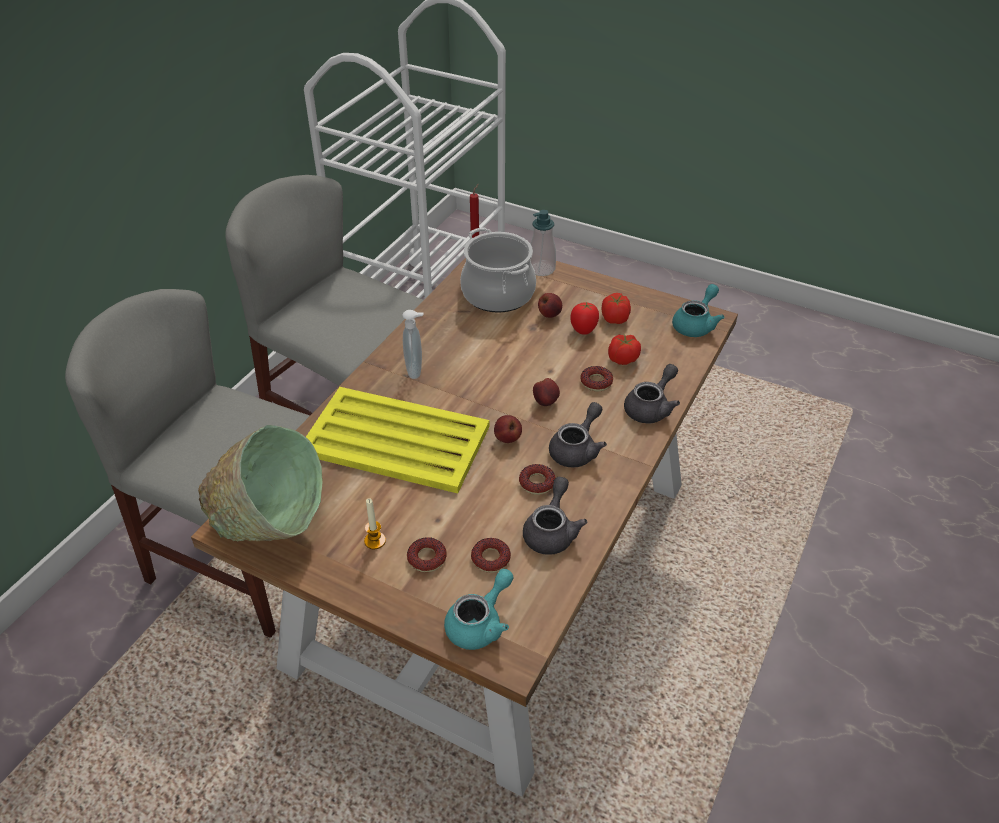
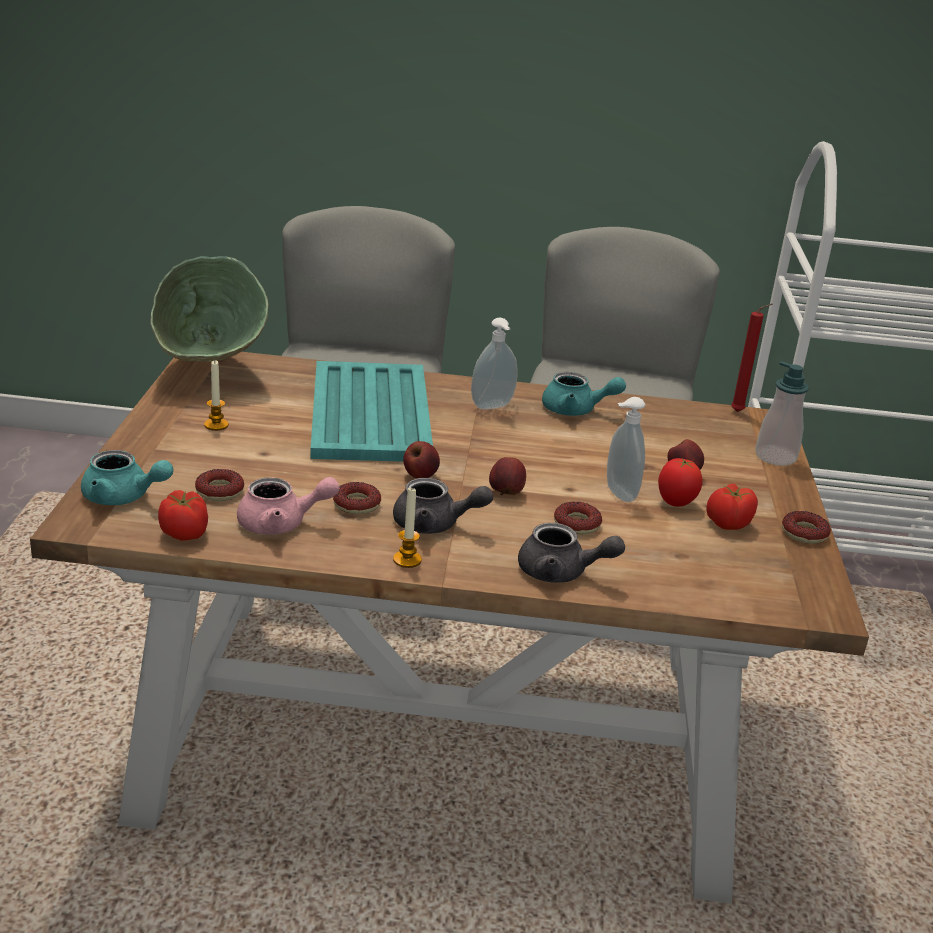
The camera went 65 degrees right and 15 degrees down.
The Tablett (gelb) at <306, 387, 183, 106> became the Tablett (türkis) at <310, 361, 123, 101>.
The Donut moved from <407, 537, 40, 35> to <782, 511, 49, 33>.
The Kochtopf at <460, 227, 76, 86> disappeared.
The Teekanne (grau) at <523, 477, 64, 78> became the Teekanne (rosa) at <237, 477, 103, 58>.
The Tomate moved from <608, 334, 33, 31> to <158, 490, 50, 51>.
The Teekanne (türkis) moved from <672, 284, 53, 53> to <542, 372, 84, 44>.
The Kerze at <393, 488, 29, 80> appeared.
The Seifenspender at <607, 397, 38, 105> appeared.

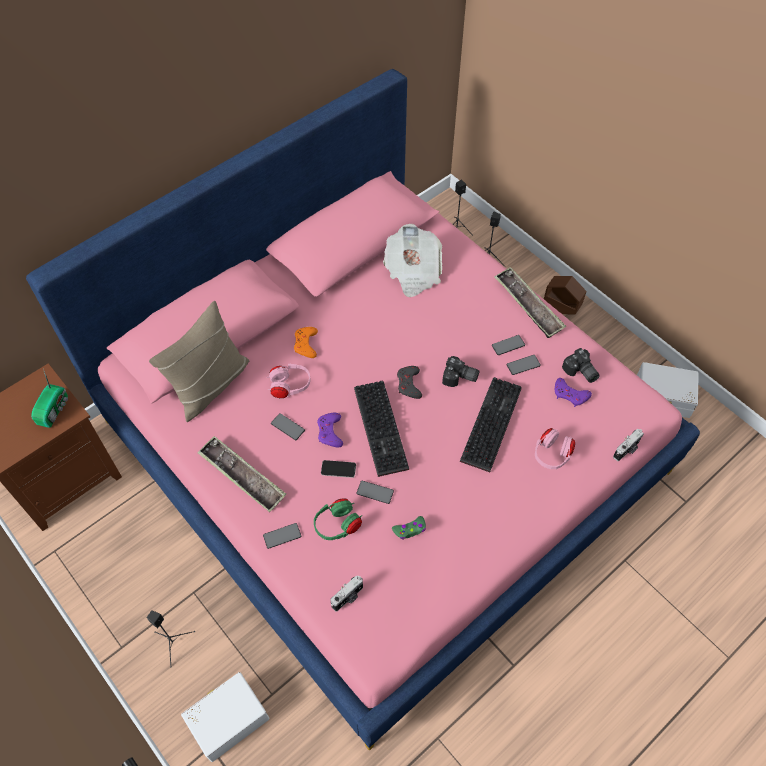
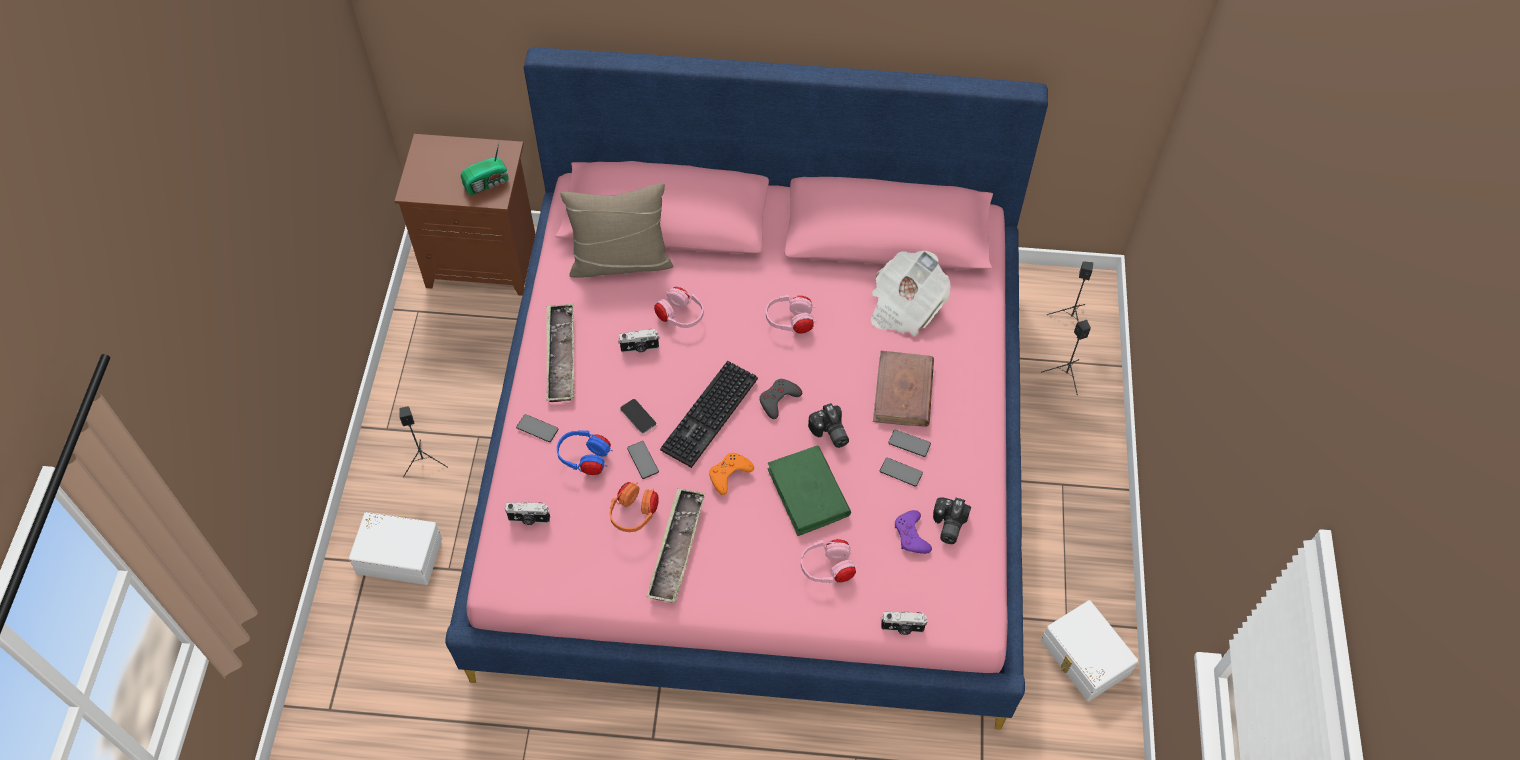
The camera went 45 degrees right and 0 degrees up.
The Handy at <271, 413, 34, 27> was replaced by the Kamera at <618, 329, 42, 23>.
The Gamepad (orange) moved from <294, 327, 24, 31> to <709, 453, 45, 42>.
The Kopfhörer (grün) at <314, 498, 48, 42> became the Kopfhörer (blau) at <557, 430, 56, 45>.
The Gamepad (lila) at <317, 413, 26, 34> disappeared.
The Gamepad (grün) at <392, 516, 34, 24> was replaced by the Kopfhörer (orange) at <609, 482, 50, 50>.
The Tastatur at <460, 377, 62, 95> was replaced by the Buch (grün) at <768, 445, 83, 91>.
The Tablett moved from <494, 267, 72, 71> to <646, 488, 60, 115>.
The Pflanzkübel (braun) at <544, 276, 42, 39> disappeared.
The Kopfhörer (rosa) at <766, 295, 51, 39> appeared.
The Buch (braun) at <873, 351, 61, 76> appeared.

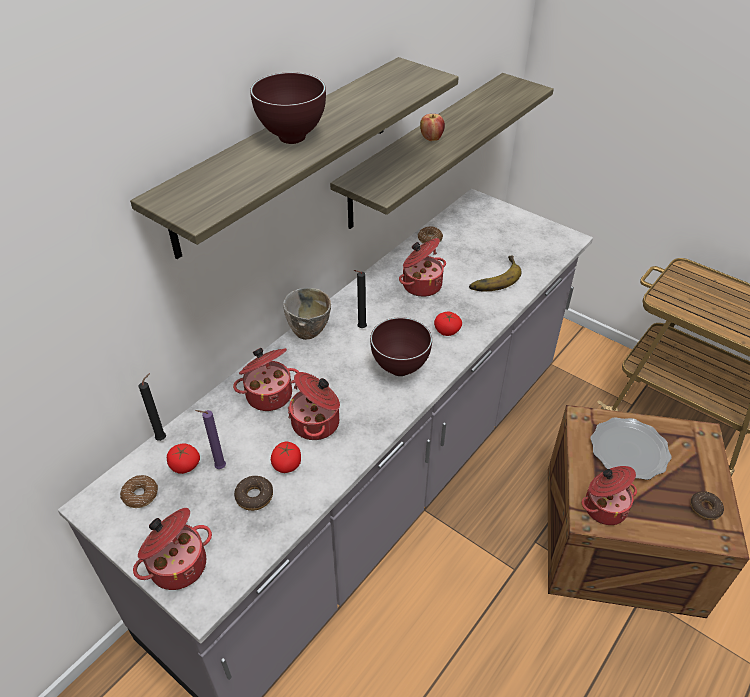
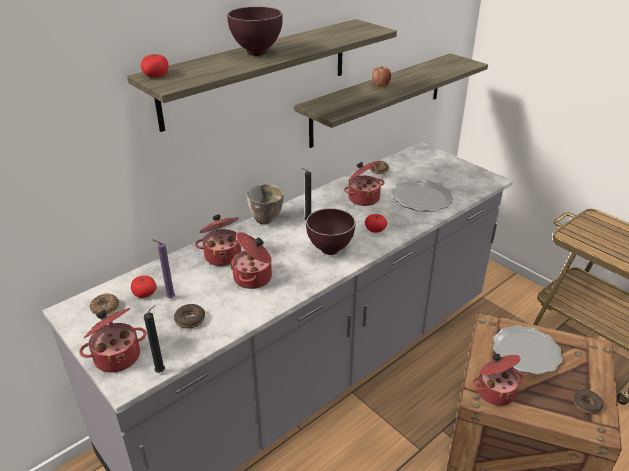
The camera went 10 degrees right and 10 degrees down.
The Kerze (schwarz) moved from <138, 373, 28, 68> to <144, 305, 21, 68>.
The Tomate moved from <271, 442, 30, 31> to <141, 54, 28, 23>.
The Banane at <469, 256, 53, 36> was replaced by the Teller at <392, 180, 62, 32>.

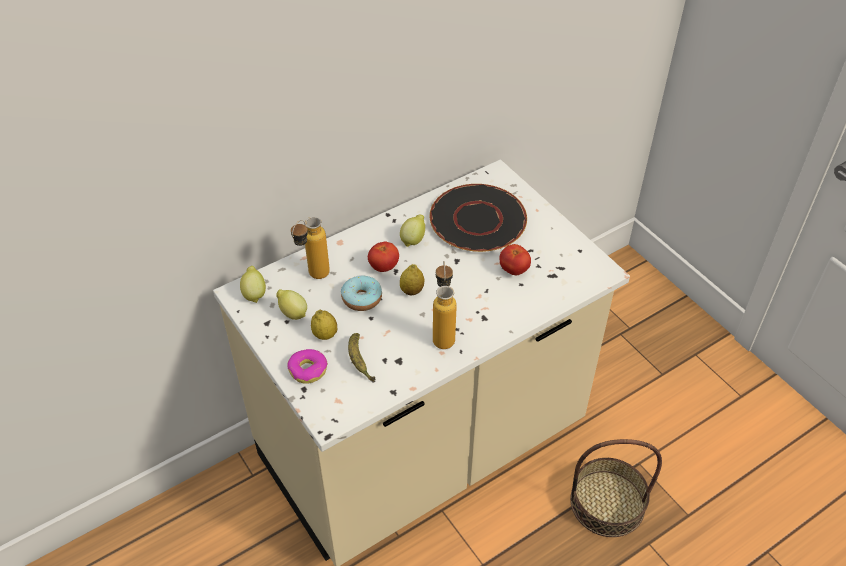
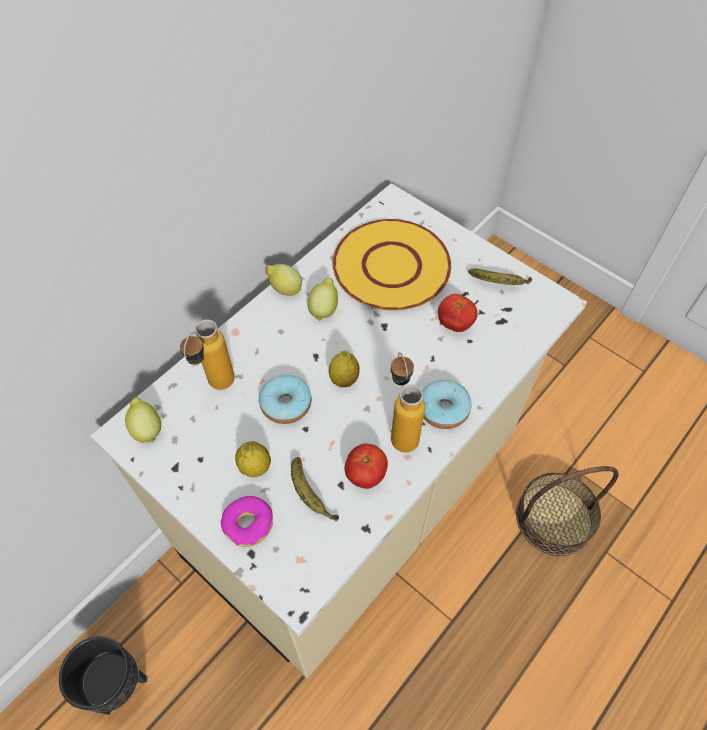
The camera went 15 degrees left and 10 degrees up.
The Zitrone moved from <276, 289, 31, 31> to <265, 264, 37, 32>.
The Tomate moved from <368, 242, 31, 30> to <344, 443, 44, 46>.
The Teller (schwarz) at <430, 184, 97, 68> became the Teller (gelb) at <333, 219, 118, 92>.
The Pflanzkübel (schwarz) at <59, 636, 88, 79> appeared.
The Donut at <423, 380, 48, 49> appeared.
The Banane at <468, 269, 64, 16> appeared.

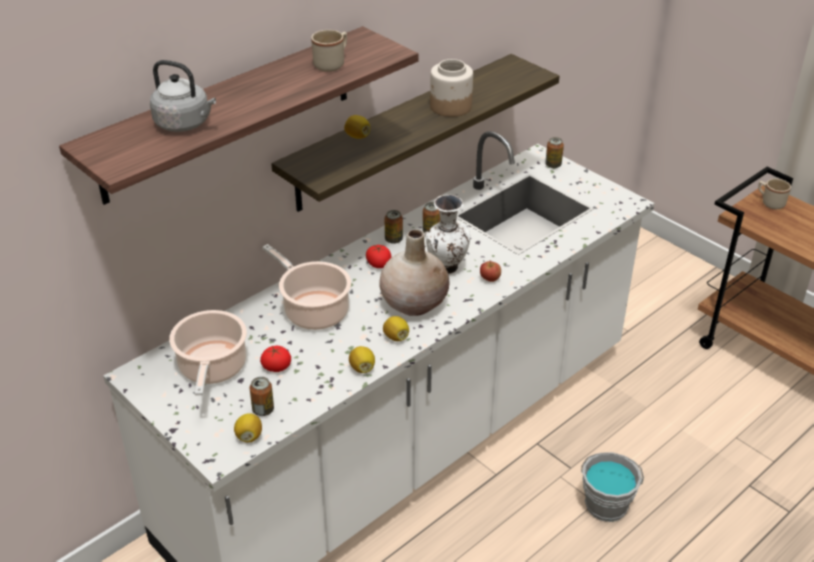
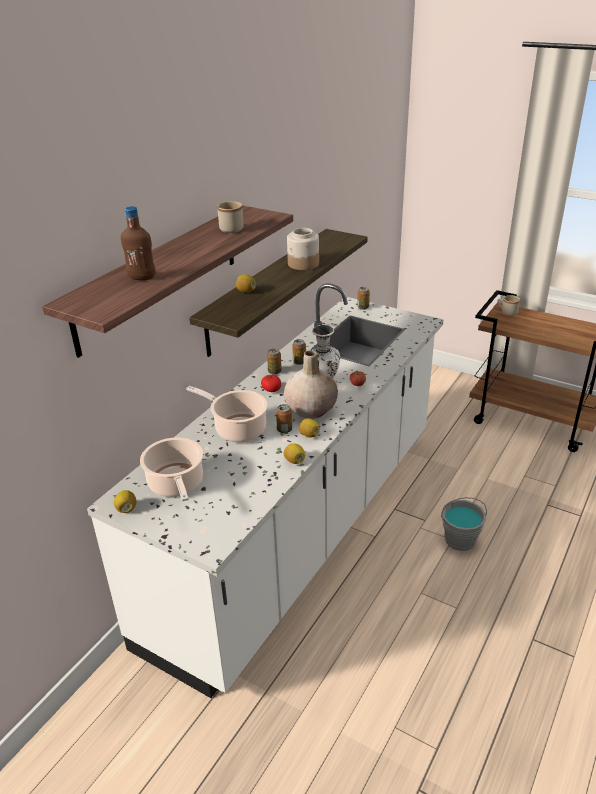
The camera went 15 degrees left and 5 degrees down.
The Wasserkessel (grau) at <150, 60, 66, 72> was replaced by the Flasche (braun) at <121, 206, 35, 74>.
The Zitrone moved from <234, 413, 28, 29> to <114, 490, 22, 23>.
The Dose moved from <250, 377, 24, 39> to <276, 404, 16, 29>.
The Tomate at <260, 346, 31, 26> disappeared.

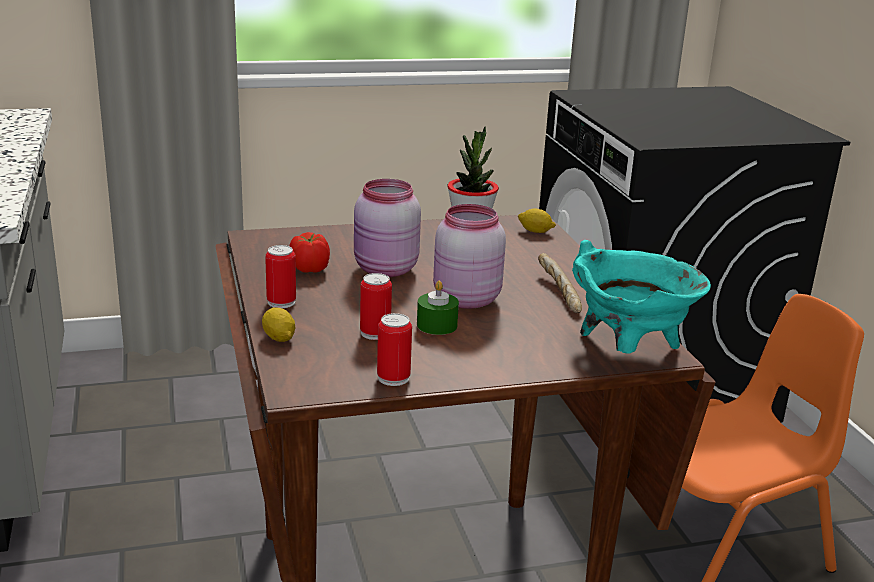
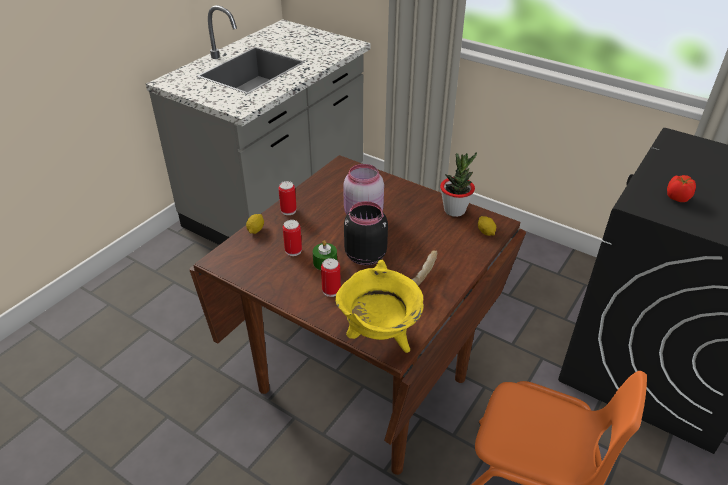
The camera went 50 degrees right and 15 degrees up.
The Tomate moved from <289, 232, 41, 41> to <667, 175, 29, 27>.
The Dose moved from <377, 313, 35, 73> to <321, 258, 20, 39>.
The Vorratsglas (rosa) at <433, 204, 73, 105> became the Vorratsglas (schwarz) at <344, 201, 44, 64>.
The Kochtopf (türkis) at <572, 240, 139, 114> became the Kochtopf (gelb) at <335, 260, 89, 93>.

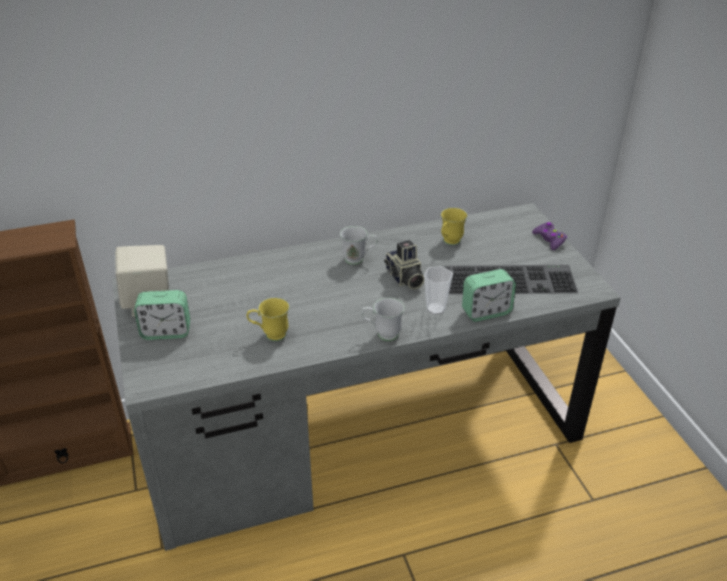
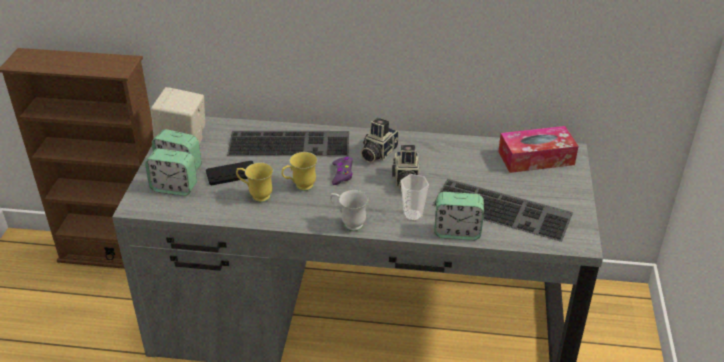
The camera went 25 degrees right and 0 degrees up.
The Henkelbecher (weiß) at <340, 226, 38, 39> was replaced by the Kamera at <361, 118, 38, 45>.
The Henkelbecher (gelb) moved from <441, 208, 27, 37> to <281, 152, 36, 39>.
The Gamepad (lila) moved from <532, 222, 35, 28> to <332, 157, 21, 28>.
The Wecker at <145, 149, 52, 47> appeared.
The Gamepad (schwarz) at <206, 161, 48, 25> appeared.
The Tastatur at <227, 131, 122, 25> appeared.
The Taschentuchbox at <498, 126, 81, 47> appeared.

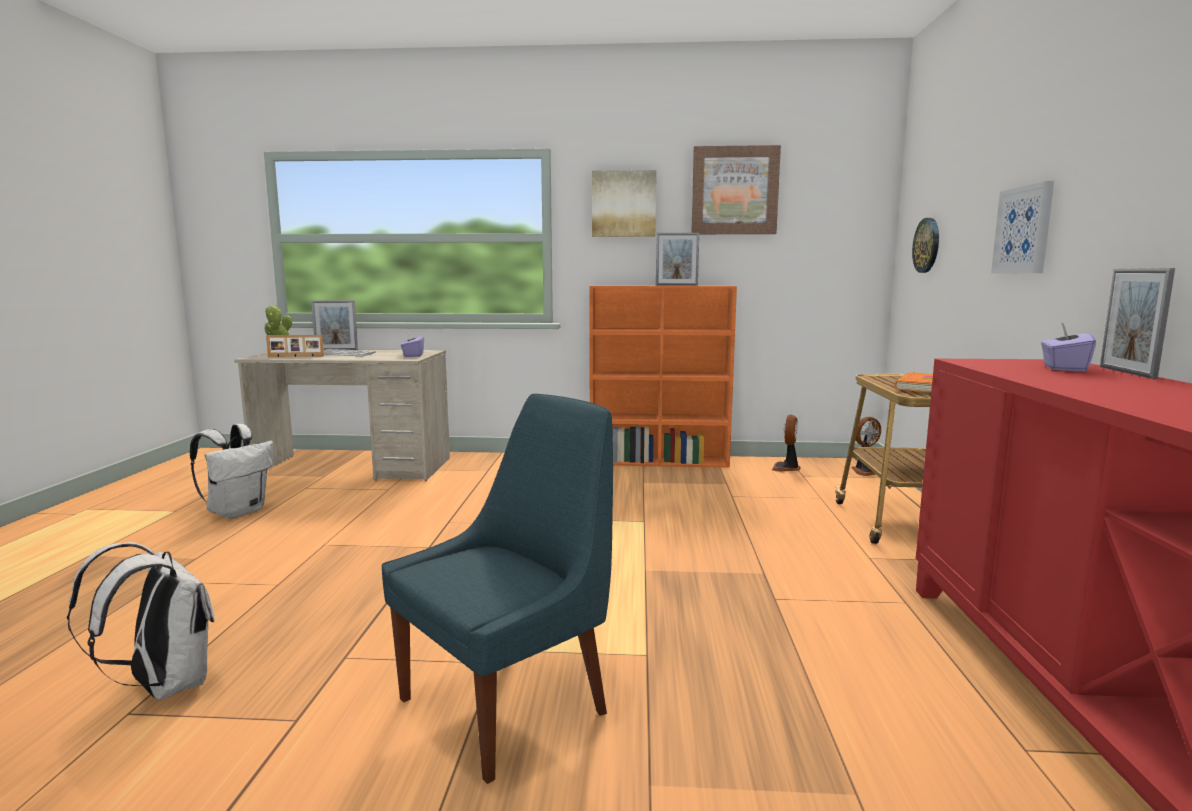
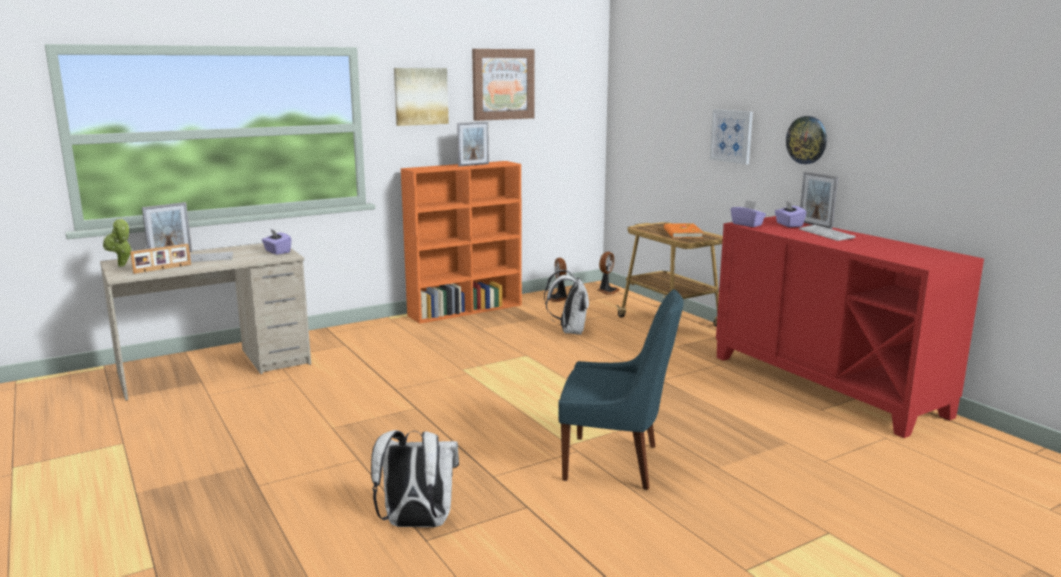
The camera went 35 degrees left and 5 degrees up.
The Rucksack (weiß) moved from <190, 424, 84, 95> to <544, 270, 45, 65>.
The Stuhl (blau) at <382, 394, 231, 390> turned 90 degrees clockwise.
The Wanduhr moved from <912, 218, 27, 55> to <786, 116, 41, 48>.
The Taschentuchbox (lila) at <731, 200, 35, 27> appeared.
The Tastatur at <799, 225, 56, 16> appeared.

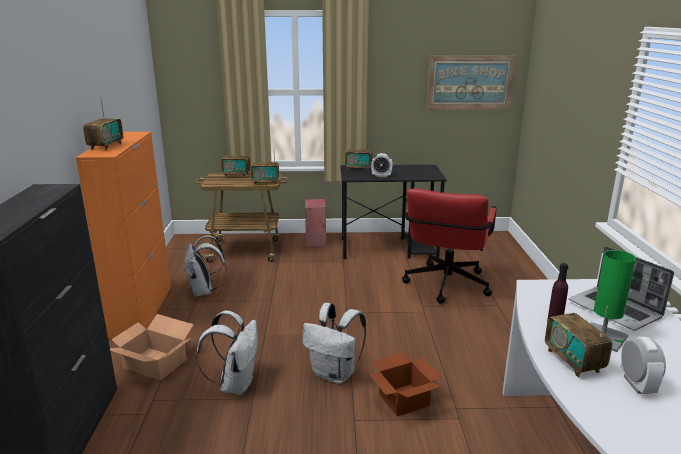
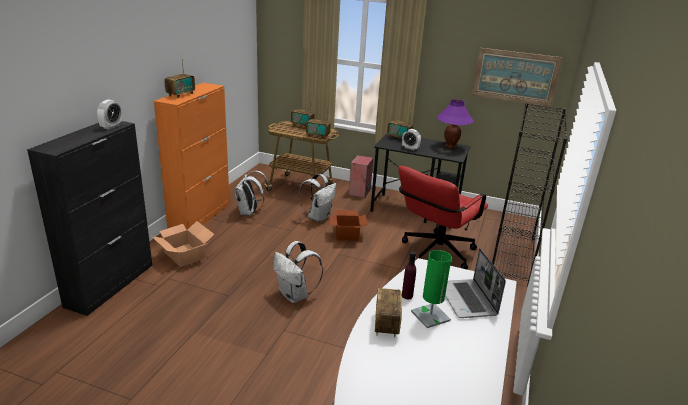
The camera went 20 degrees right and 5 degrees up.
The Rucksack (weiß) moved from <196, 311, 62, 84> to <298, 174, 38, 48>.
The Karton moved from <369, 352, 73, 64> to <329, 210, 39, 31>.
The Wecker moved from <621, 337, 45, 57> to <97, 100, 25, 30>.
The Tischlampe (lila) at <437, 100, 36, 49> appeared.
The Bücherregal (schwarz) at <492, 103, 75, 183> appeared.

